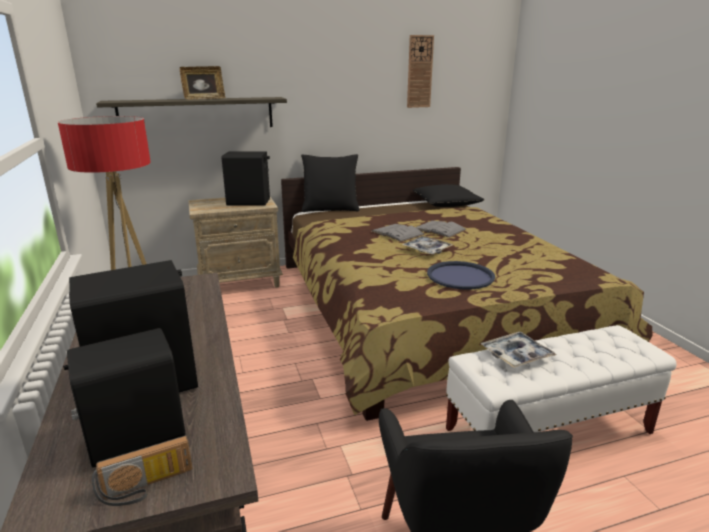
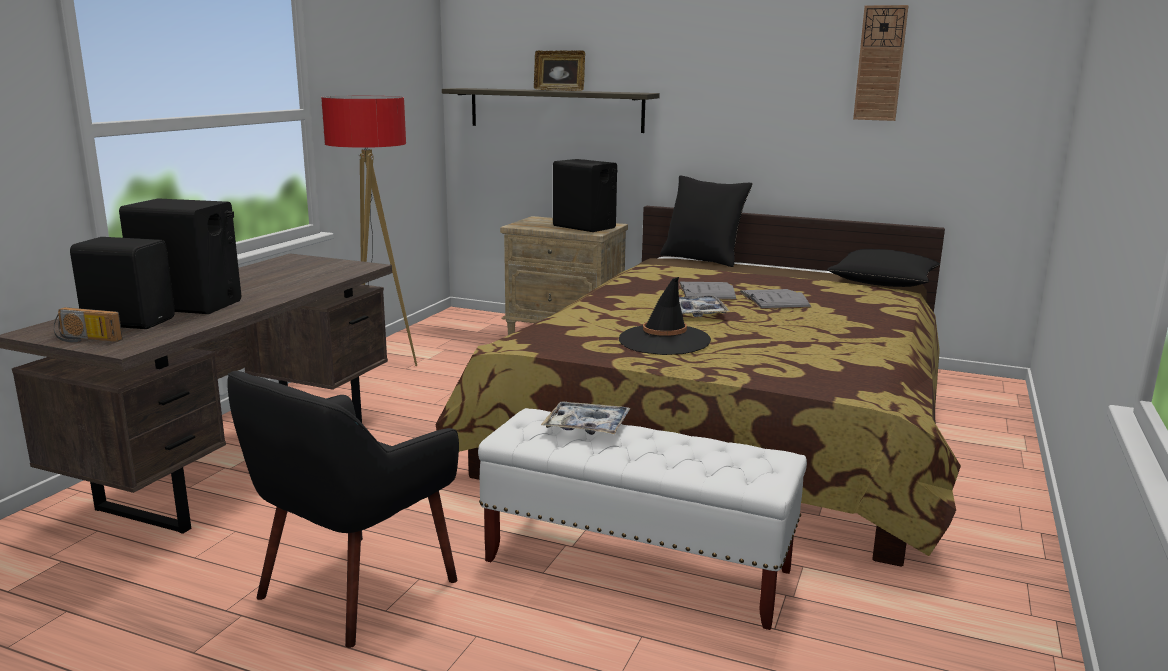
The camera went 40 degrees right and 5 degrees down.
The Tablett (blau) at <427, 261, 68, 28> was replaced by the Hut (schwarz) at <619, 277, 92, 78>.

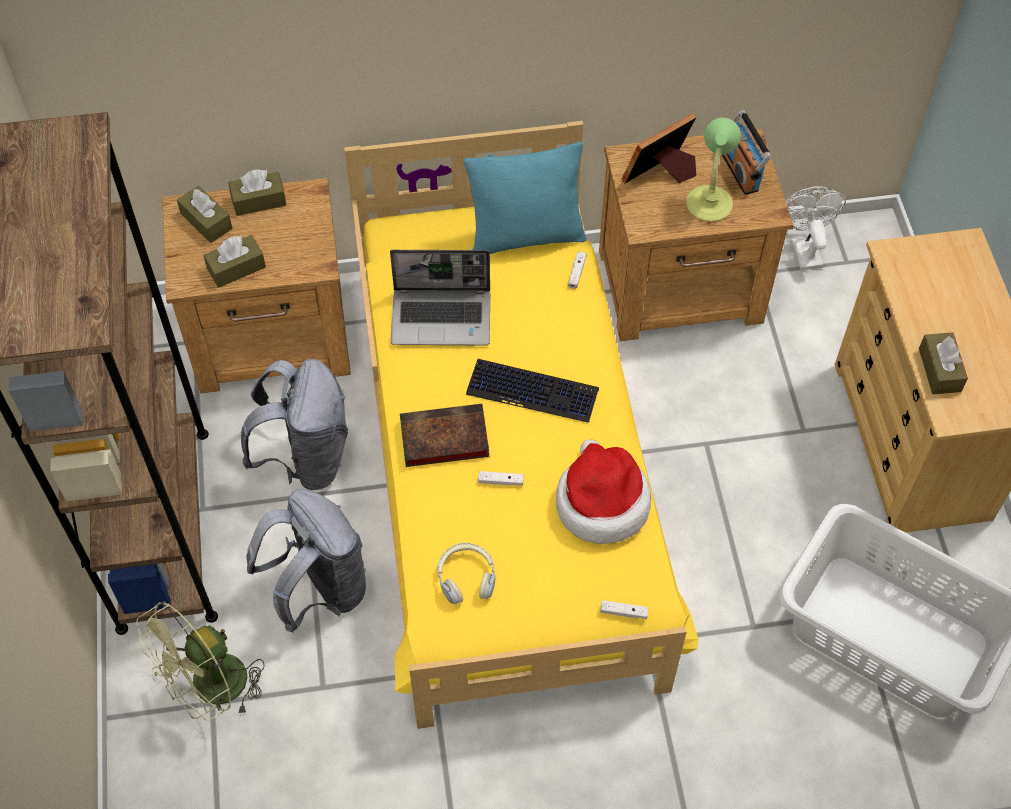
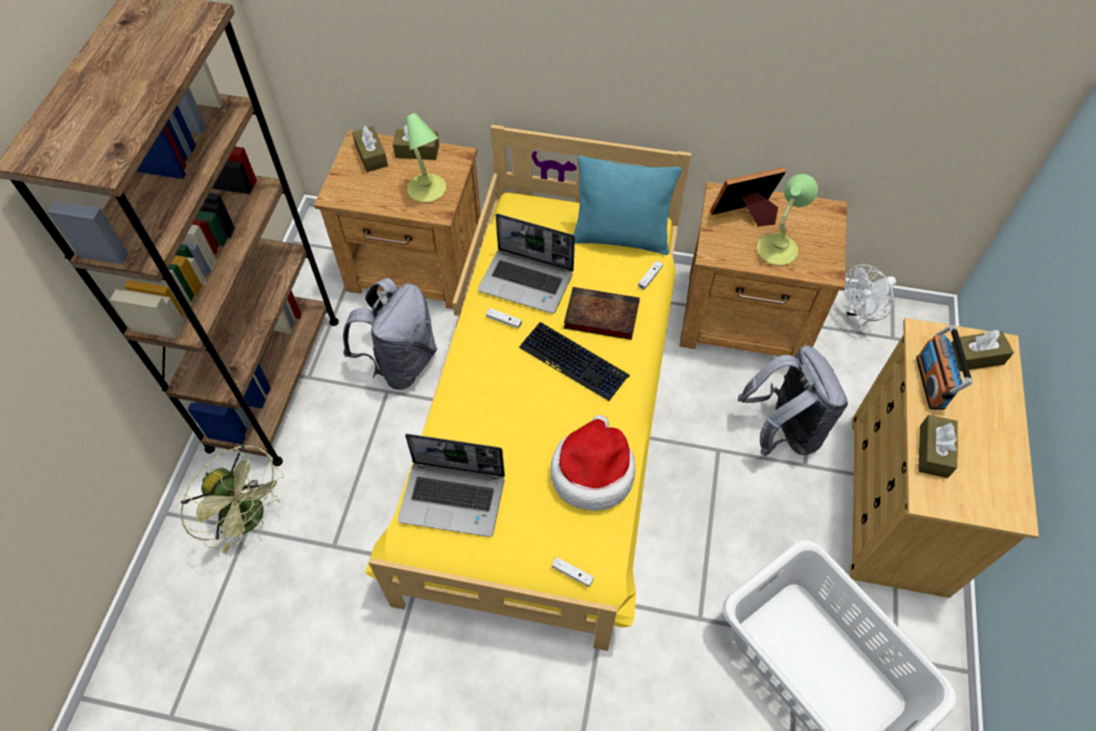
The camera went 20 degrees right and 0 degrees up.
The Ventilator (grün) at <136, 601, 129, 120> turned 120 degrees counterclockwise.
The Taschentuchbox (braun) moved from <203, 235, 63, 53> to <951, 330, 63, 41>.
The Rucksack (grau) moved from <246, 489, 120, 144> to <738, 345, 110, 112>.
The Buch moved from <400, 404, 89, 63> to <564, 287, 76, 53>.
The Kopfhörer at <437, 543, 59, 61> was replaced by the Laptop at <398, 434, 107, 103>.
The Gamepad (weiß) moved from <478, 471, 46, 15> to <486, 308, 36, 20>.
The Radio moved from <722, 110, 49, 85> to <916, 325, 57, 84>.
The Ventilator (weiß) at <786, 186, 60, 84> turned 135 degrees counterclockwise.
The Tischlampe at <406, 113, 40, 89> appeared.

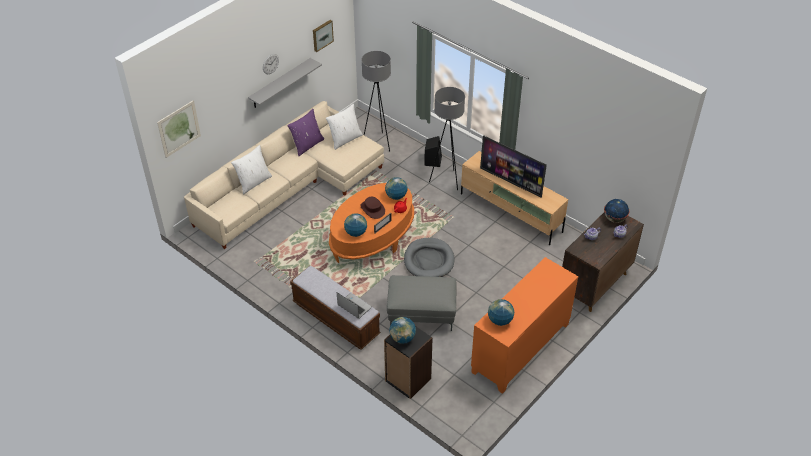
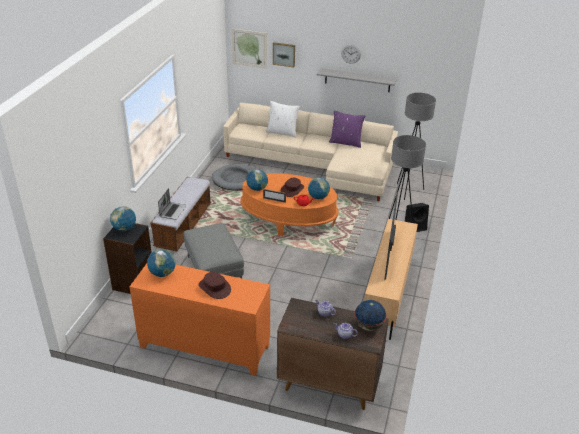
The camera went 65 degrees right and 10 degrees down.
The Bild moved from <313, 20, 21, 32> to <273, 42, 22, 25>.
The Kissen (weiß) at <326, 104, 37, 46> disappeared.
The Hundebett (grau) moved from <404, 238, 51, 39> to <212, 164, 43, 27>.
The Hut (braun) at <199, 272, 32, 27> appeared.

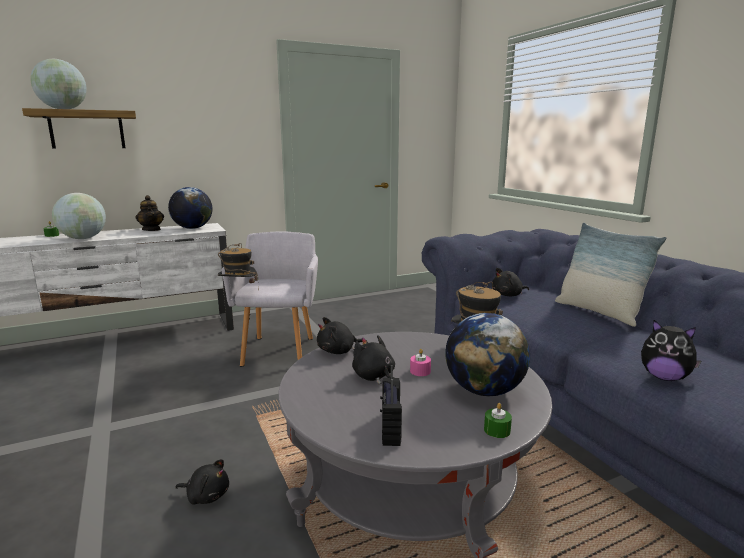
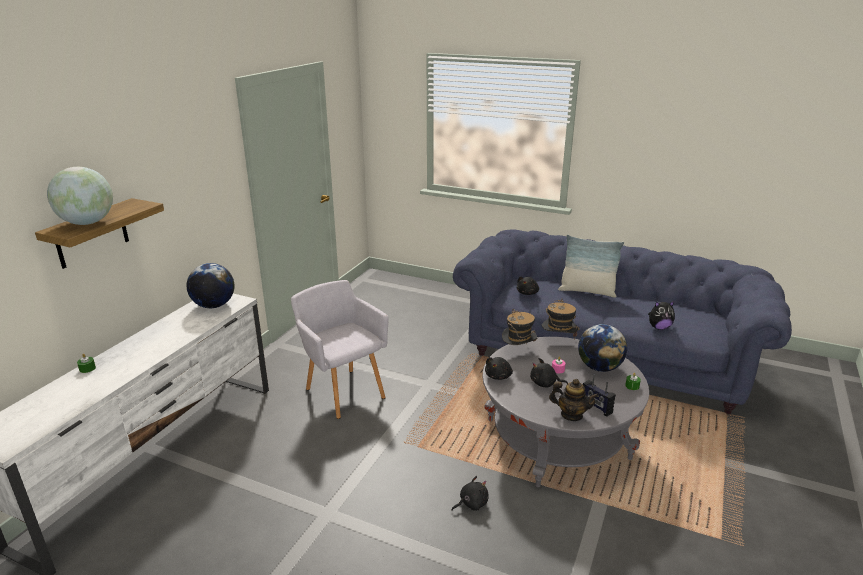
The camera went 40 degrees left and 10 degrees up.
The Globus at <52, 193, 54, 46> disappeared.
The Teekanne moved from <136, 195, 28, 36> to <549, 379, 50, 42>.
The Hut moved from <218, 243, 41, 47> to <502, 309, 35, 36>.

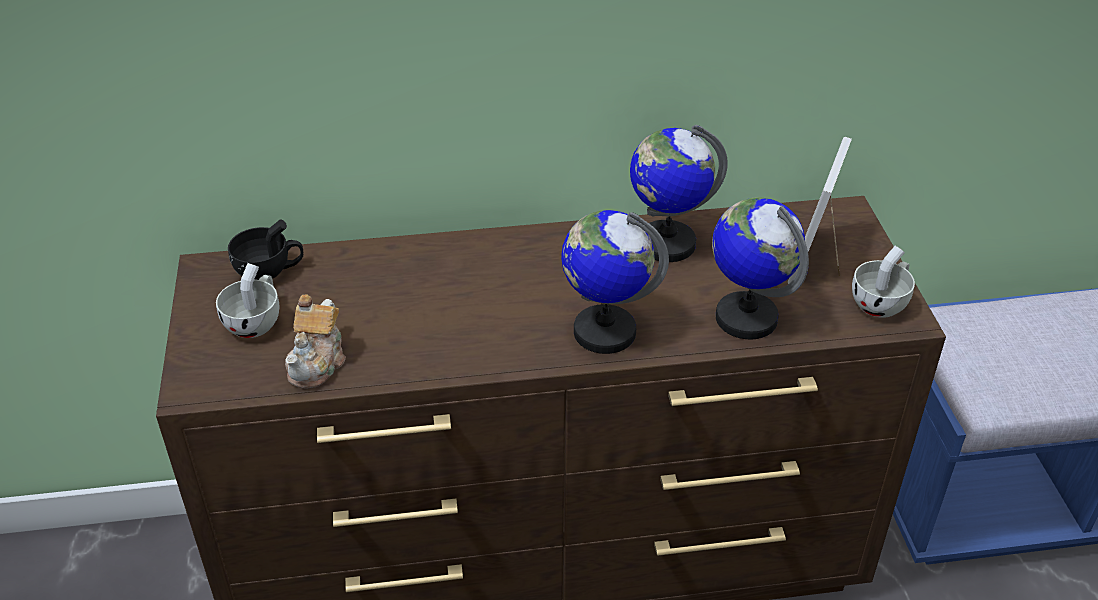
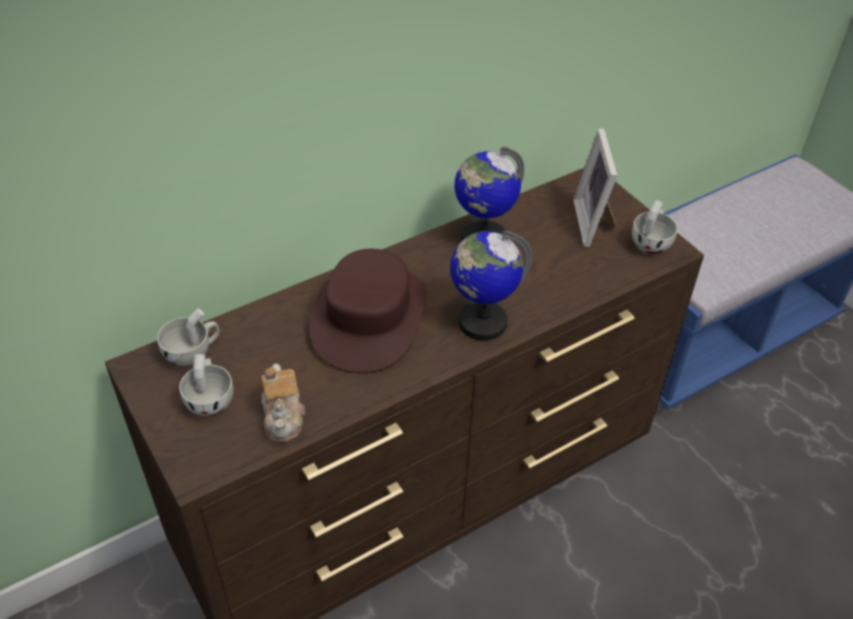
The camera went 25 degrees left and 5 degrees up.
The Tasse (schwarz) at <228, 219, 75, 61> became the Tasse (weiß) at <157, 308, 63, 58>.
The Globus at <712, 197, 97, 143> disappeared.
The Hut (braun) at <310, 249, 116, 124> appeared.

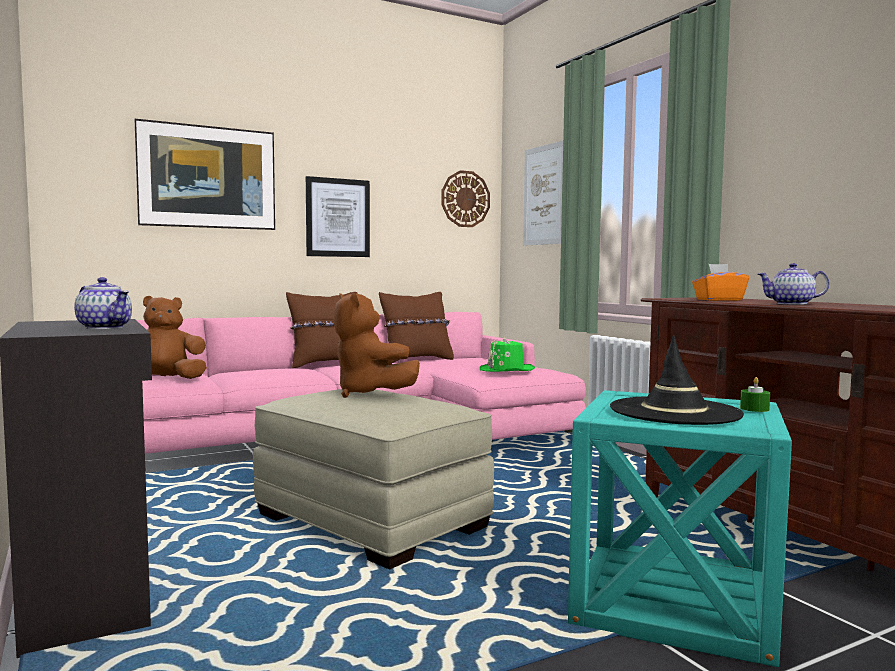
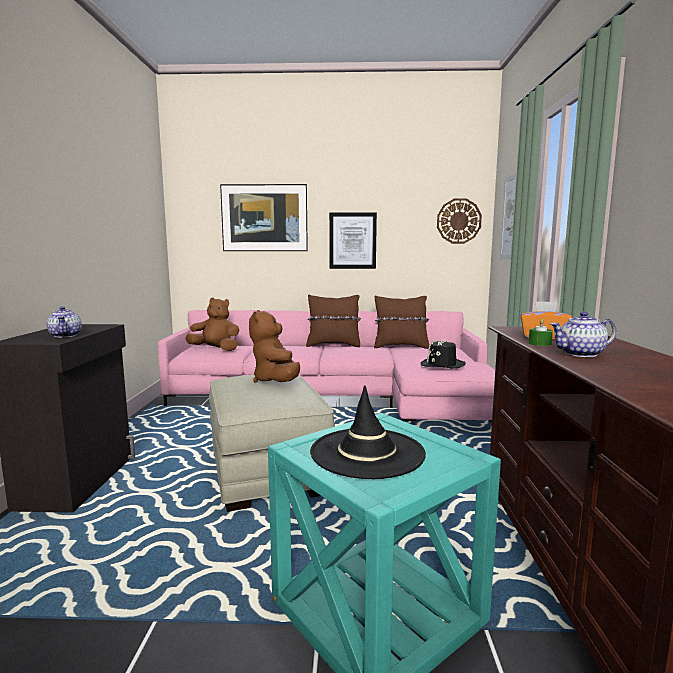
The camera went 30 degrees right and 5 degrees up.
The Hut (grün) at <480, 336, 55, 36> became the Hut (schwarz) at <420, 338, 46, 31>.
The Kerze (grün) moved from <740, 377, 30, 35> to <529, 319, 24, 27>.
The Teekanne at <757, 263, 72, 42> turned 45 degrees counterclockwise.

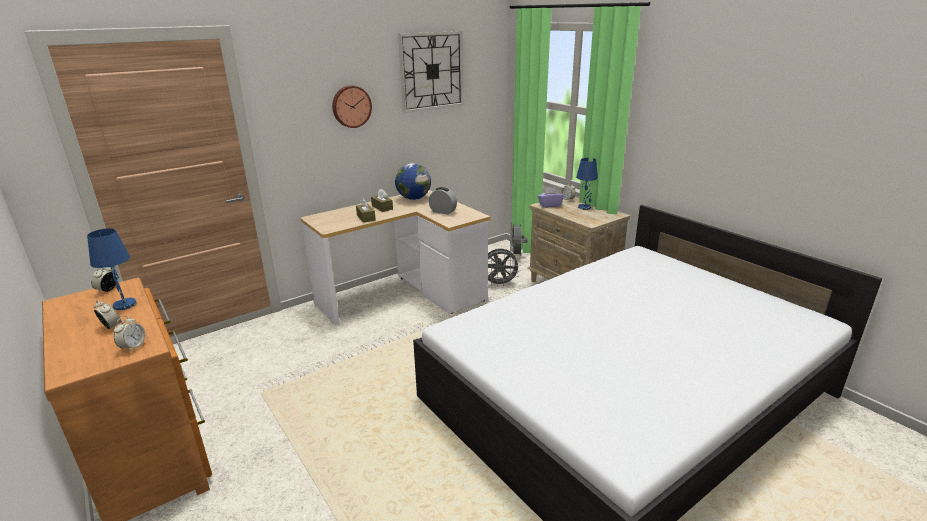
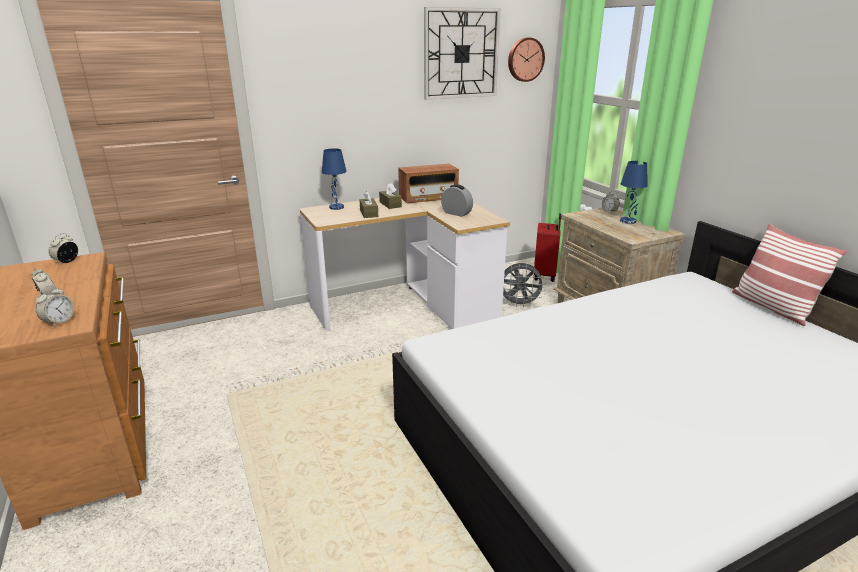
The camera went 10 degrees right and 0 degrees up.
The Tischlampe (blau) moved from <87, 228, 50, 82> to <322, 148, 25, 62>.
The Wanduhr moved from <332, 85, 40, 43> to <508, 38, 37, 44>.
The Globus at <395, 163, 36, 37> was replaced by the Radio at <398, 164, 61, 40>.
The Ventilator (grau) at <510, 222, 18, 36> was replaced by the Koffer (rot) at <534, 213, 27, 69>.
The Taschentuchbox (lila) at <538, 187, 26, 21> disappeared.
The Kissen at <732, 224, 115, 102> appeared.

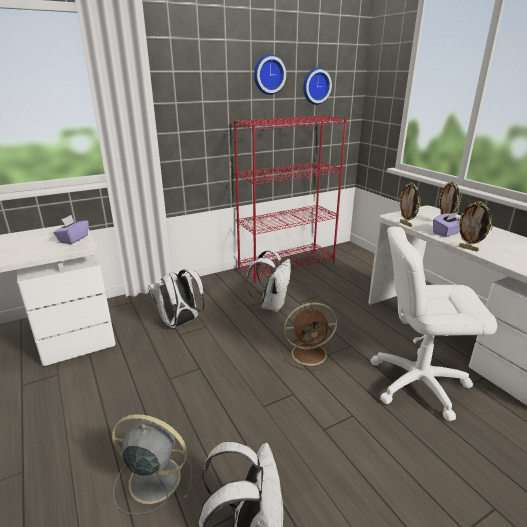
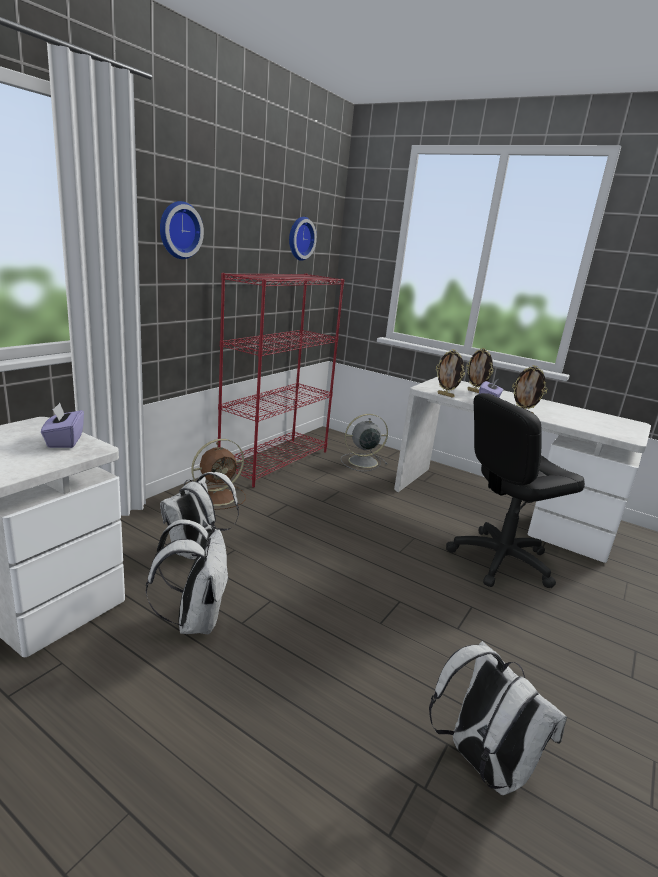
The camera went 30 degrees left and 5 degrees down.
The Ventilator (grau) moved from <112, 414, 80, 101> to <341, 414, 47, 57>.
The Rucksack (weiß) moved from <246, 250, 45, 62> to <146, 519, 83, 115>.
The Wanduhr moved from <254, 54, 32, 41> to <160, 201, 44, 58>.
The Ventilator (braun) moved from <281, 302, 56, 69> to <191, 439, 55, 71>.
The Bürostuhl (weiß) at <370, 226, 127, 195> became the Bürostuhl (schwarz) at <446, 393, 139, 195>.

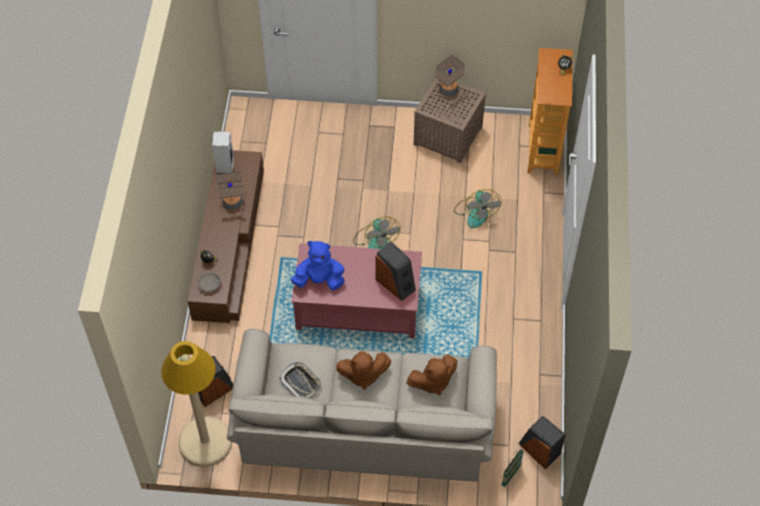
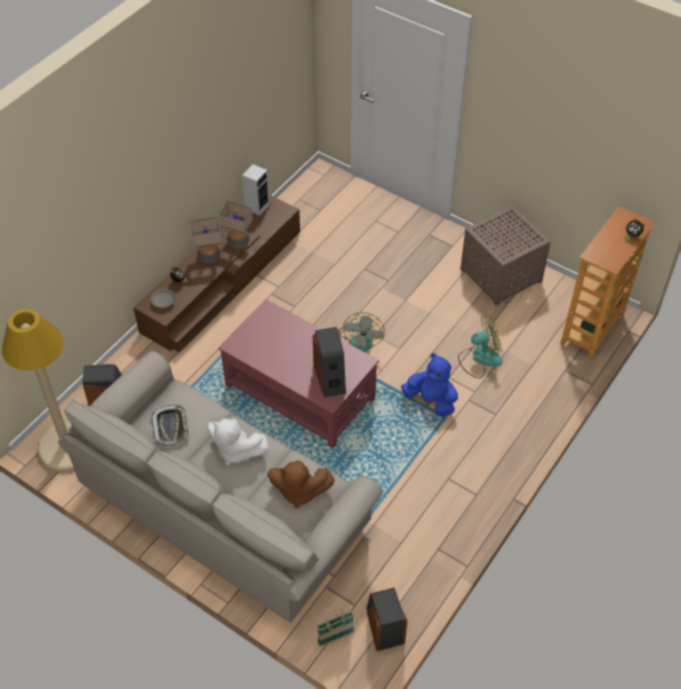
The camera went 30 degrees right and 5 degrees down.
The Plüschtier (blau) moved from <291, 241, 54, 50> to <401, 353, 57, 63>.
The Plüschtier (braun) at <336, 351, 55, 39> became the Plüschtier (weiß) at <207, 419, 62, 46>.
The Tischlampe moved from <435, 55, 30, 42> to <191, 217, 30, 46>.
The Ventilator at <454, 189, 48, 39> turned 120 degrees counterclockwise.

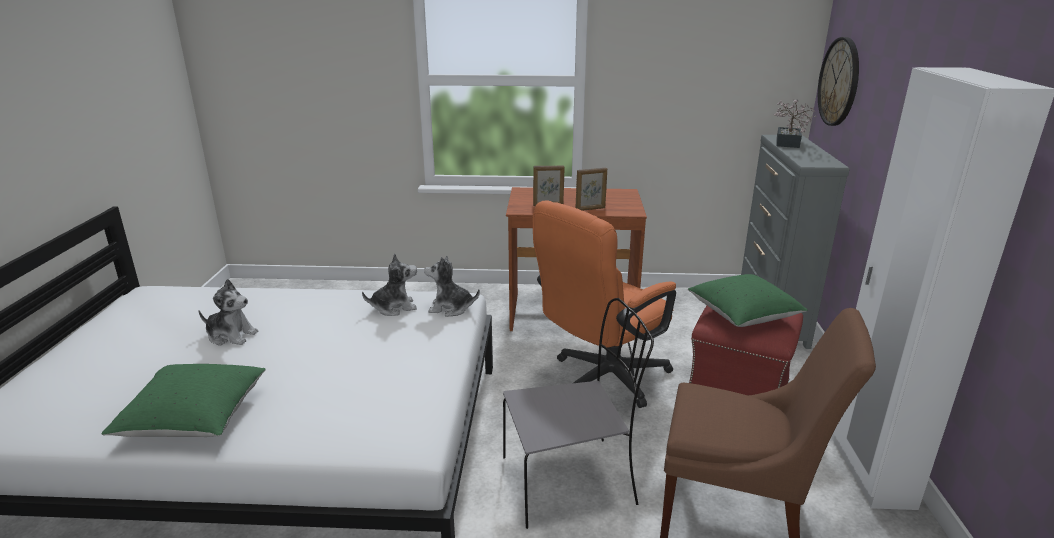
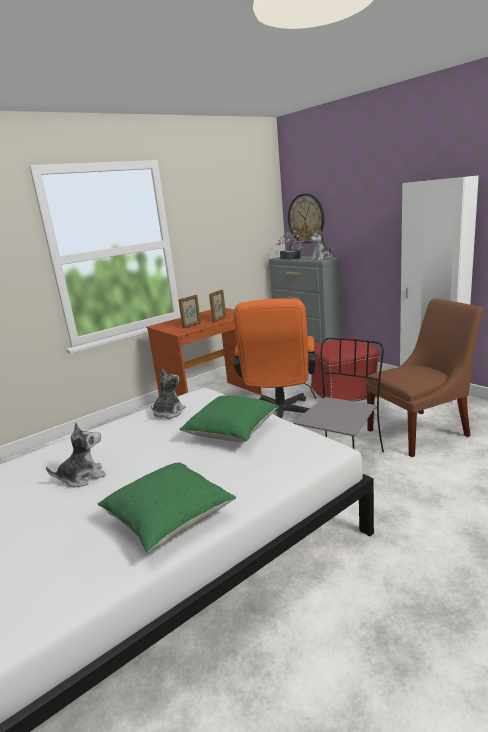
The camera went 40 degrees left and 5 degrees down.
The Plüschtier moved from <424, 256, 56, 61> to <310, 228, 23, 32>.
The Kissen (grün) moved from <688, 274, 120, 53> to <179, 396, 100, 46>.

